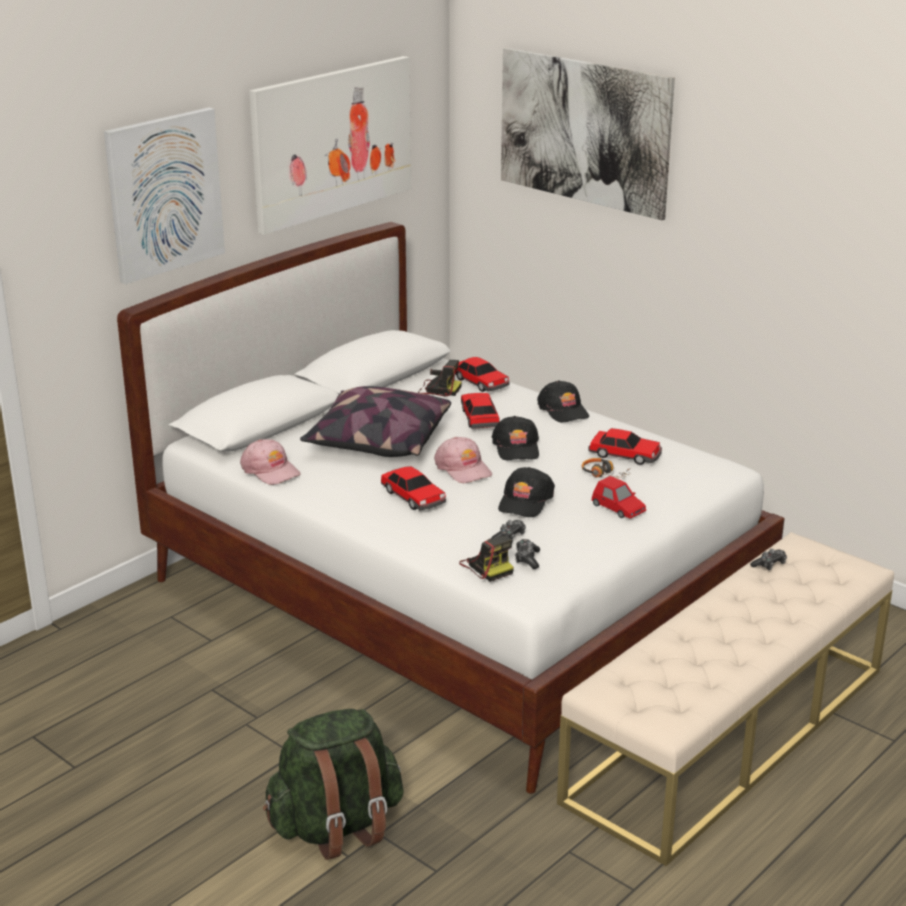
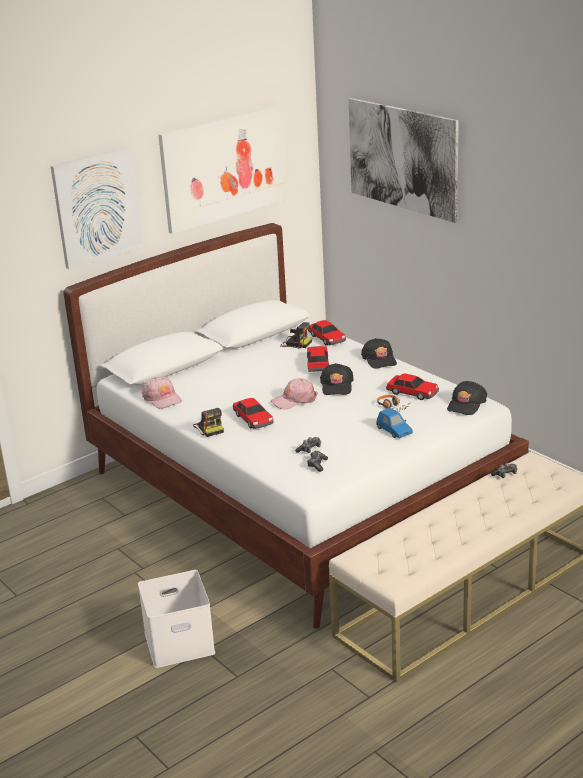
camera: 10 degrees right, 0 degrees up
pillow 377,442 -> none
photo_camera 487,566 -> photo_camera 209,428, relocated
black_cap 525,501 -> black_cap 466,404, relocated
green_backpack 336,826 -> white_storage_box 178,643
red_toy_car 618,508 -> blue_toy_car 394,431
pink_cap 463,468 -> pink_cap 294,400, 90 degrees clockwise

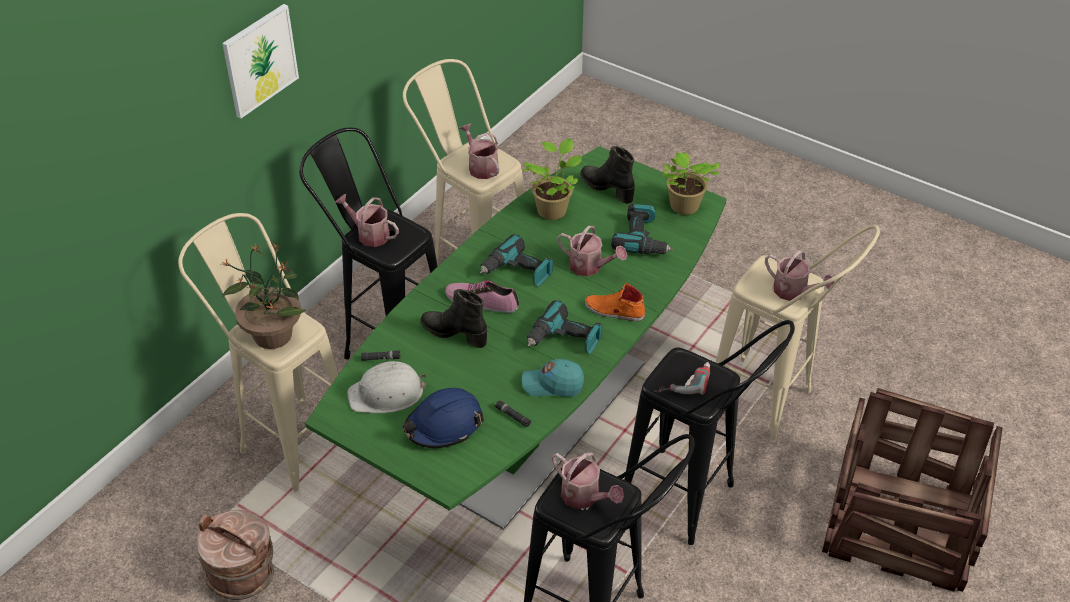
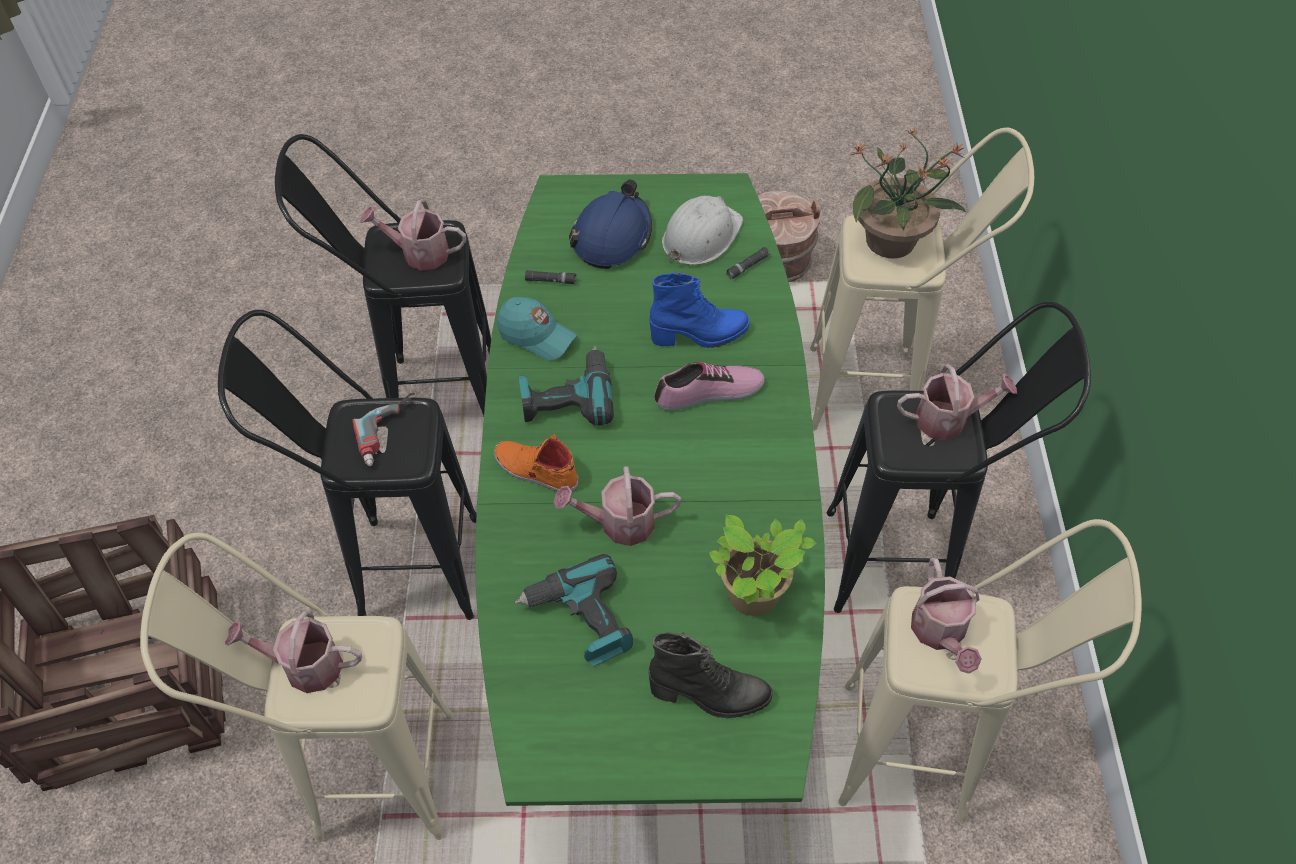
camera: 145 degrees right, 10 degrees up
picture 260,60 -> none
power_drill 517,271 -> none
potted_plant 683,207 -> none
black_boot 454,333 -> blue_boot 699,335
watering_can 481,167 -> watering_can 940,633, 60 degrees clockwise
turquoise_cap 552,384 -> turquoise_cap 536,336, 60 degrees clockwise
orange_shoe 614,311 -> orange_shoe 535,471, 135 degrees counterclockwise

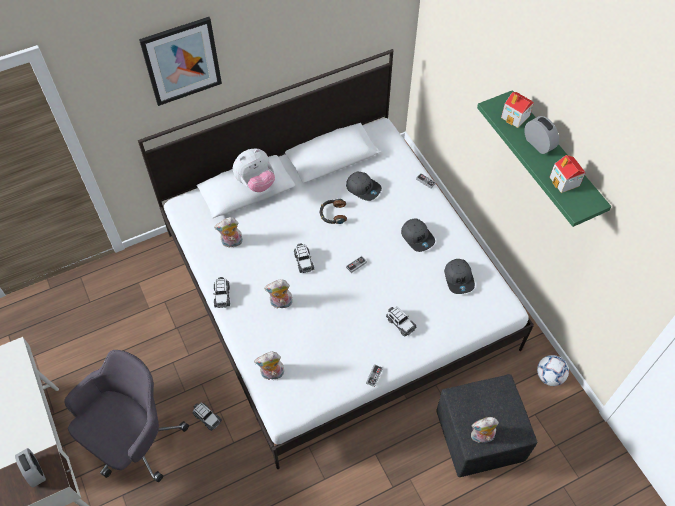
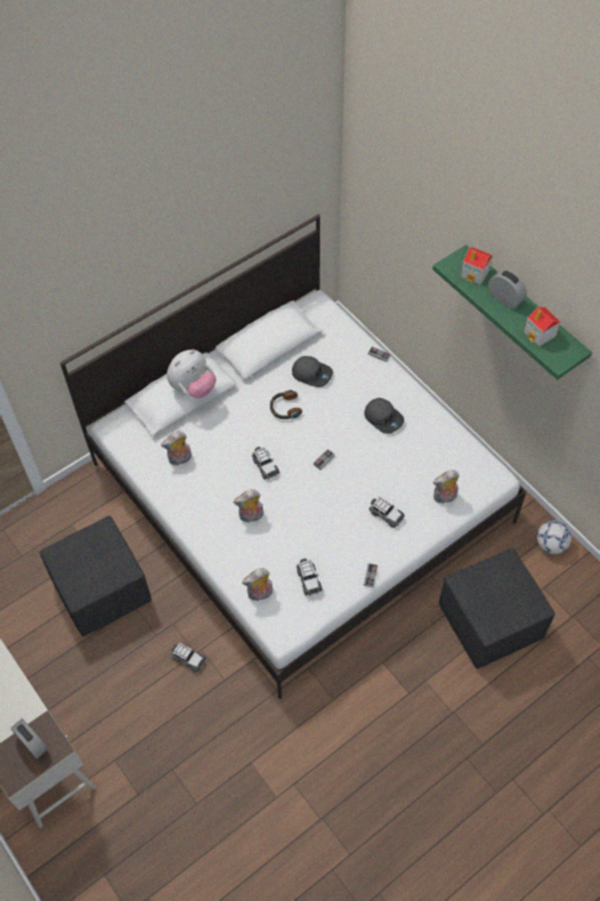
camera: 10 degrees left, 0 degrees up
grey_office_chair 134,440 -> none
picture 182,61 -> none
grey_cap 459,278 -> none
none -> black_ottoman 103,590
toy_car 222,295 -> toy_car 308,580, relocated
plush_toy 481,437 -> plush_toy 444,498, relocated

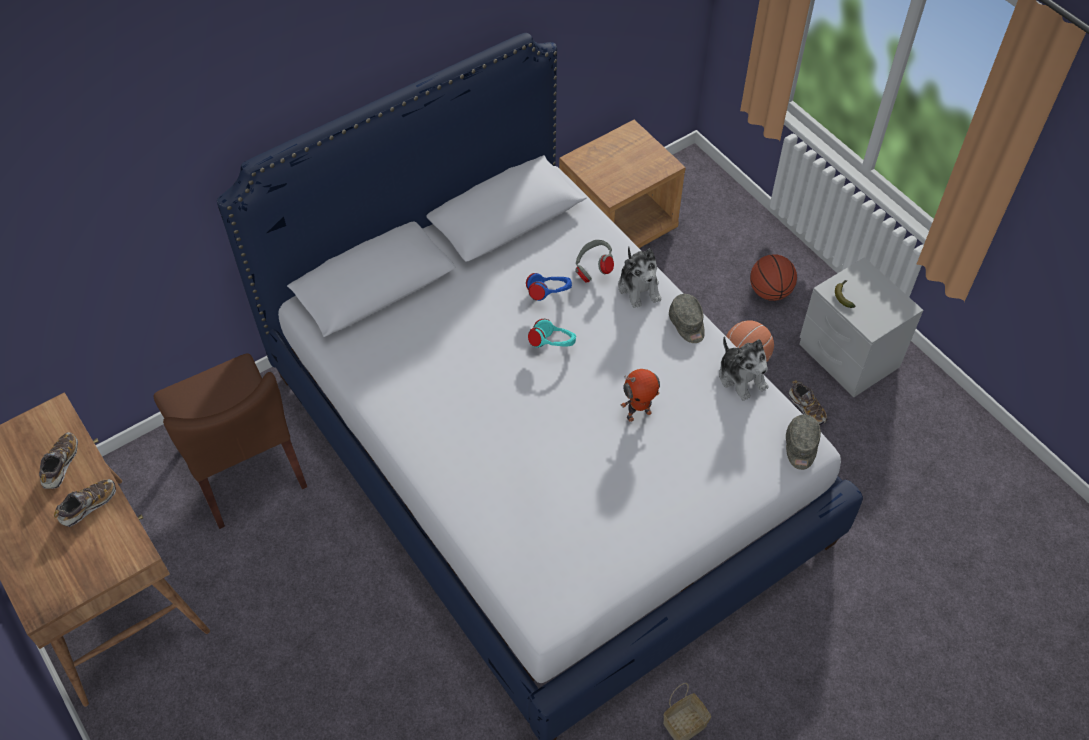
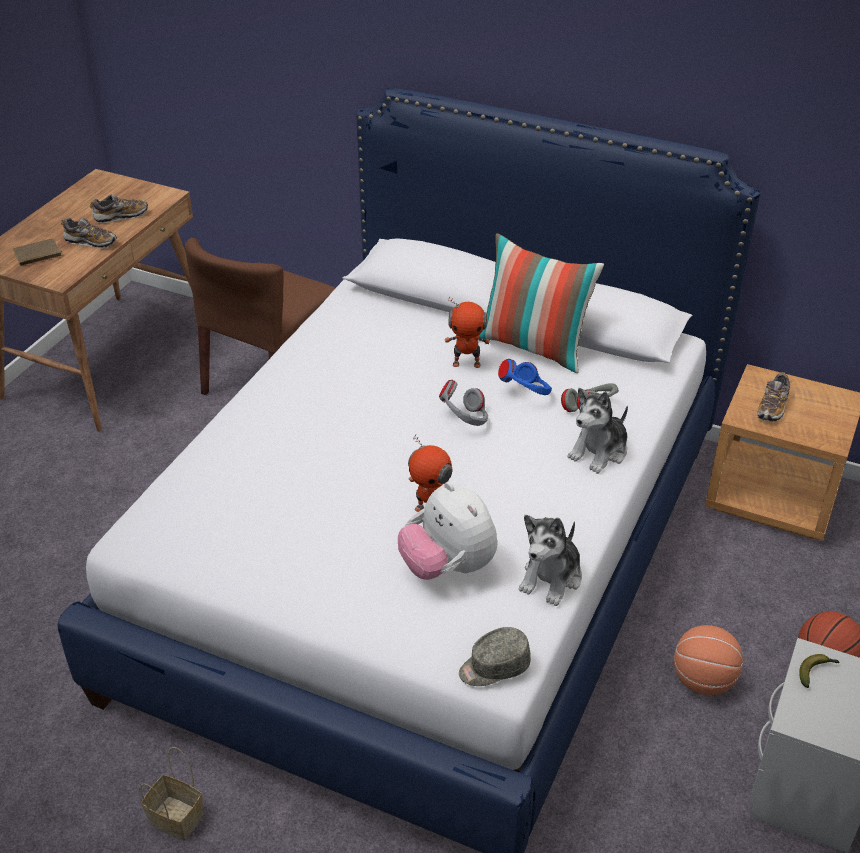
camera: 60 degrees right, 15 degrees down
grey_cap 687,324 -> none
none -> brown_book 38,255
none -> plush_toy 448,567
none -> toy_robot 466,363
none -> pillow 534,347
shoe 807,408 -> shoe 772,408, relocated
turquoise_headphones 553,345 -> grey_headphones 465,420

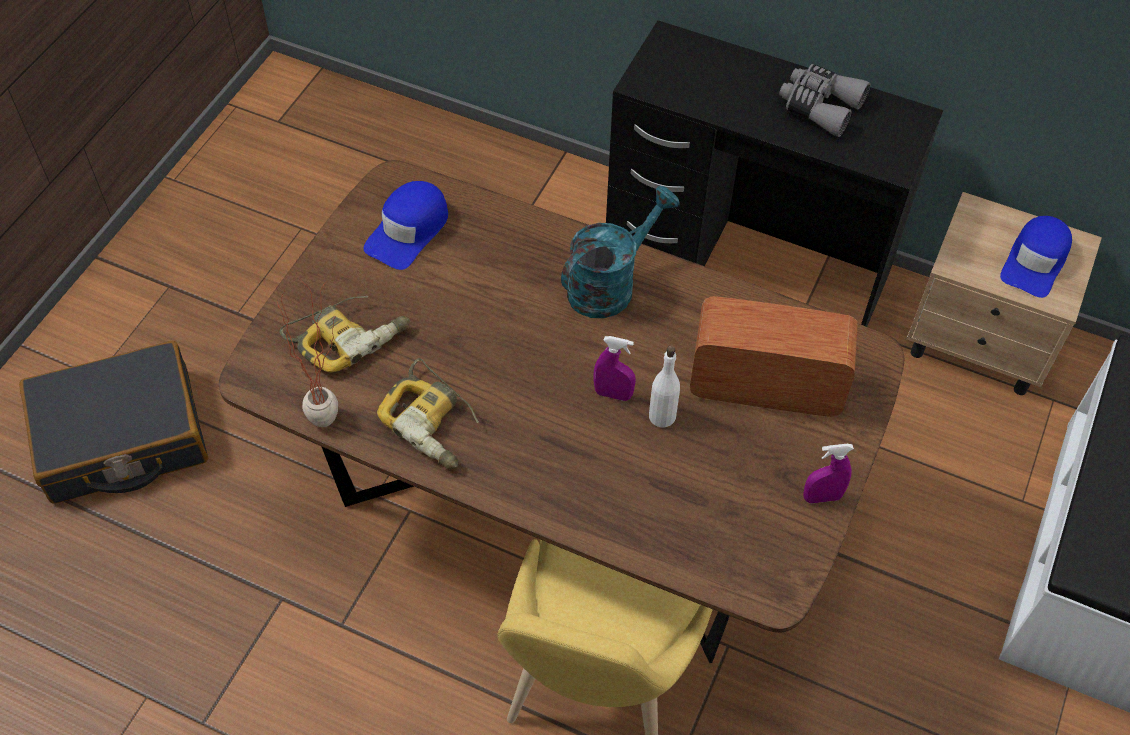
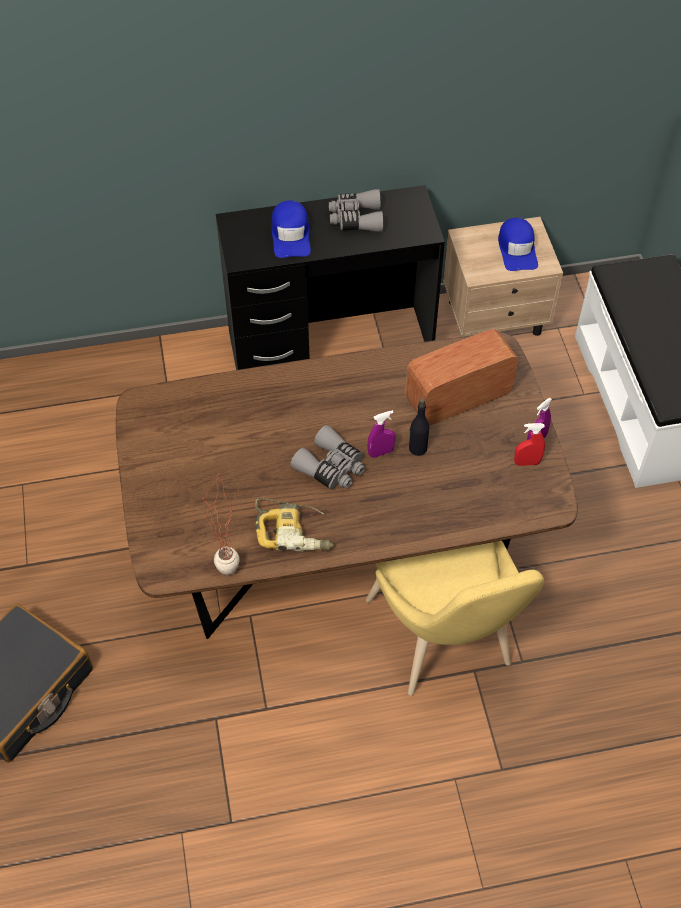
camera: 35 degrees left, 0 degrees up
power_drill 348,337 -> none
turquoise_watering_can 610,284 -> none
none -> grey_binoculars 331,467
none -> red_spray_bottle 527,462
blue_cap 408,231 -> blue_cap 291,235, relocated
white_bottle 662,416 -> black_bottle 417,448

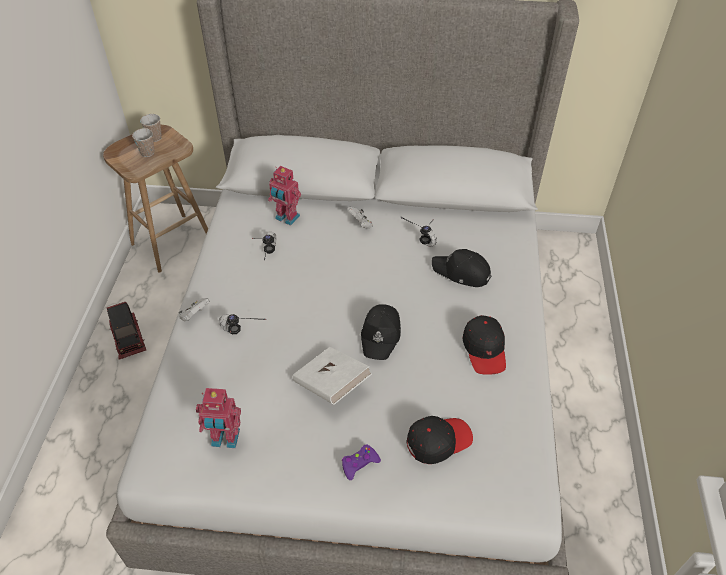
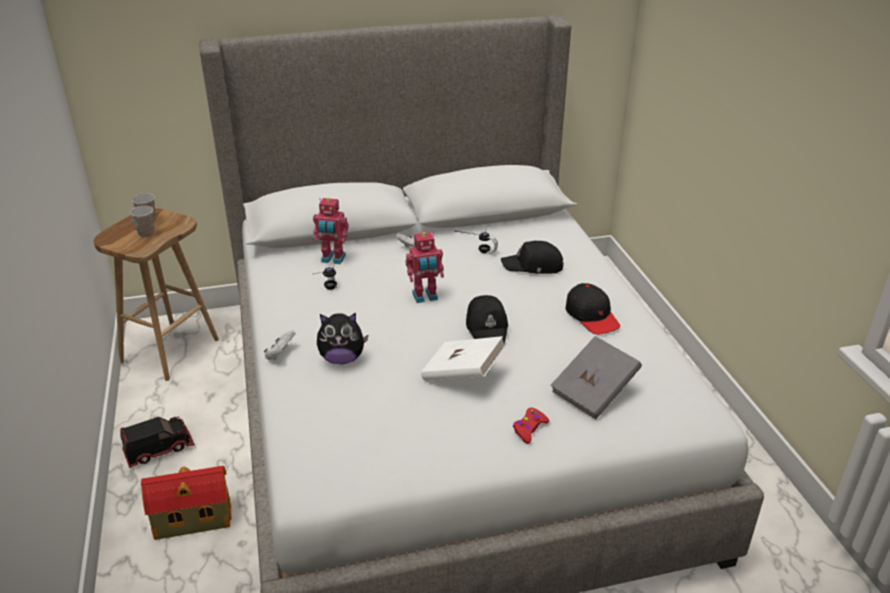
camera: 20 degrees left, 15 degrees down
none -> toy_house 191,520
toy_robot 225,439 -> toy_robot 425,297, relocated
headphones 241,336 -> plush_toy 342,359
black_cap 438,441 -> grey_book 594,392
purple_game_controller 359,464 -> red_game_controller 529,429
toy_truck 128,337 -> toy_truck 159,449, 75 degrees counterclockwise

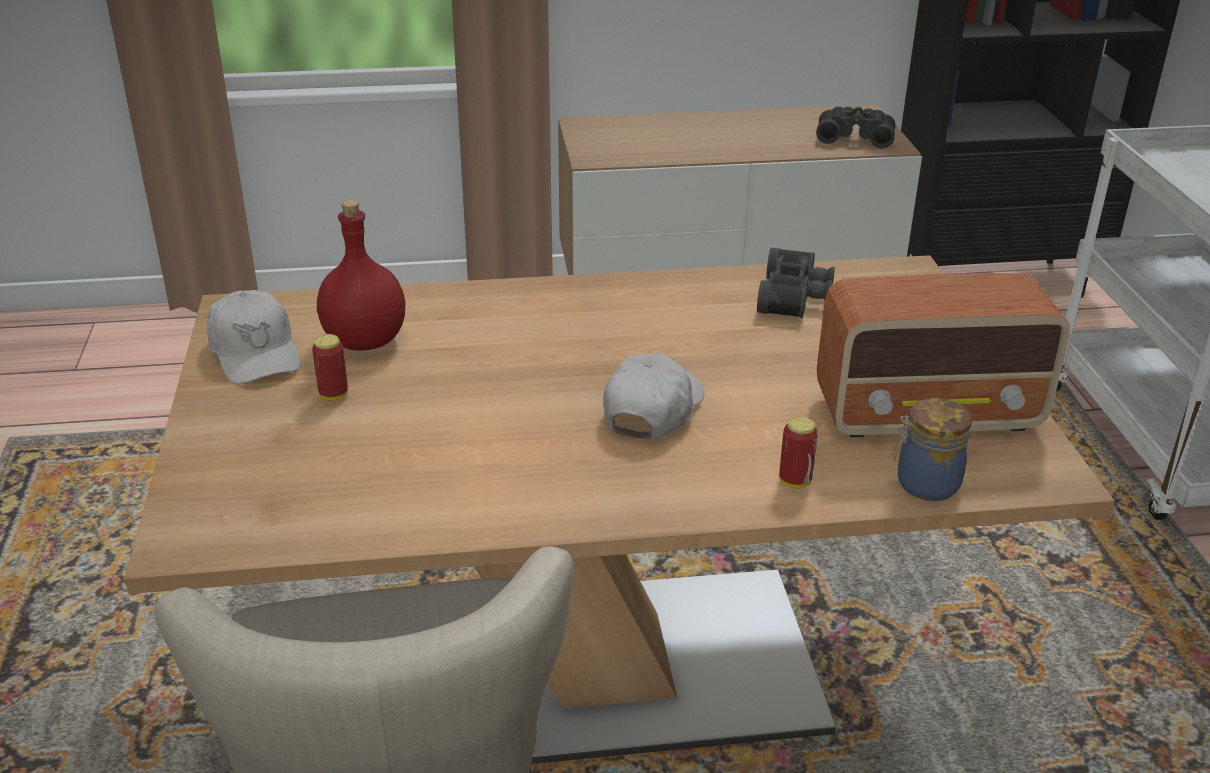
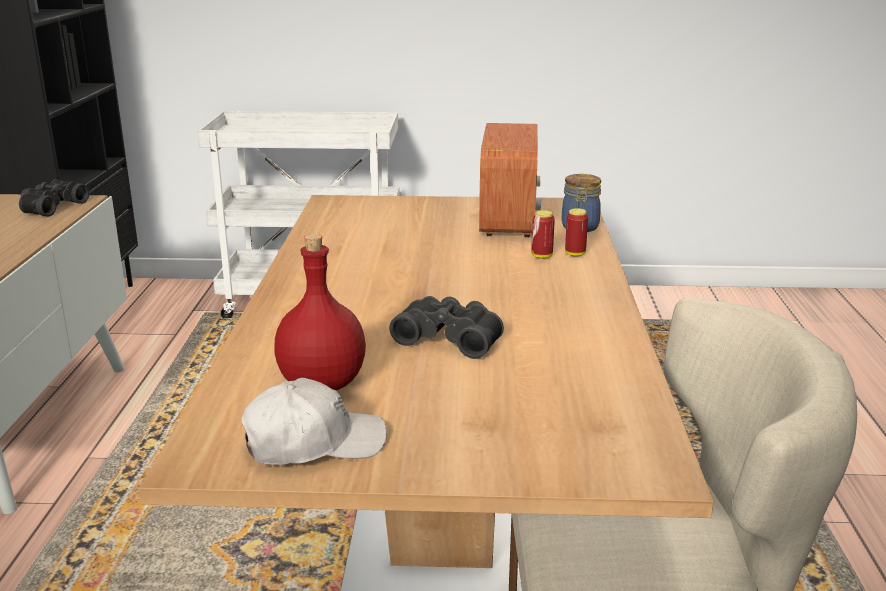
camera: 80 degrees left, 10 degrees down
white_cap 652,410 -> none
can 333,395 -> can 541,256, relocated
black_binoculars 796,297 -> black_binoculars 450,338, relocated

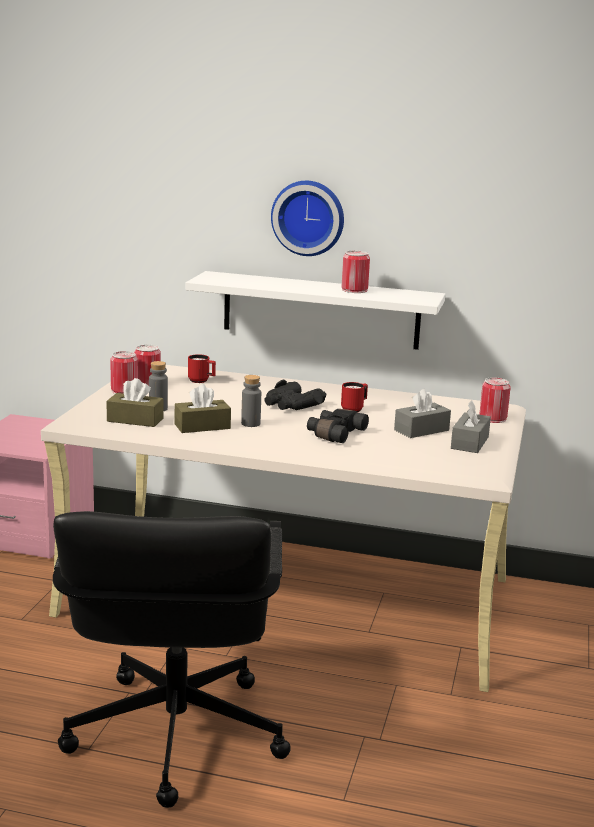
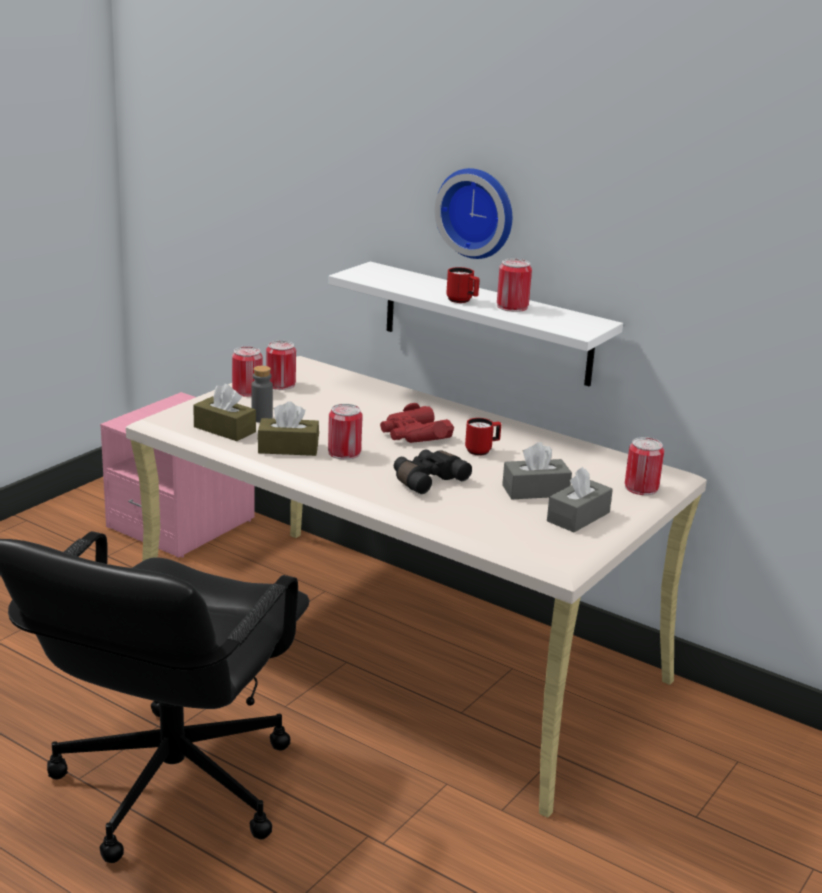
camera: 20 degrees right, 5 degrees up
red_mug 201,381 -> red_mug 462,301, relocated
grey_bottle 250,424 -> can 344,452
black_binoculars 291,405 -> red_binoculars 414,434

